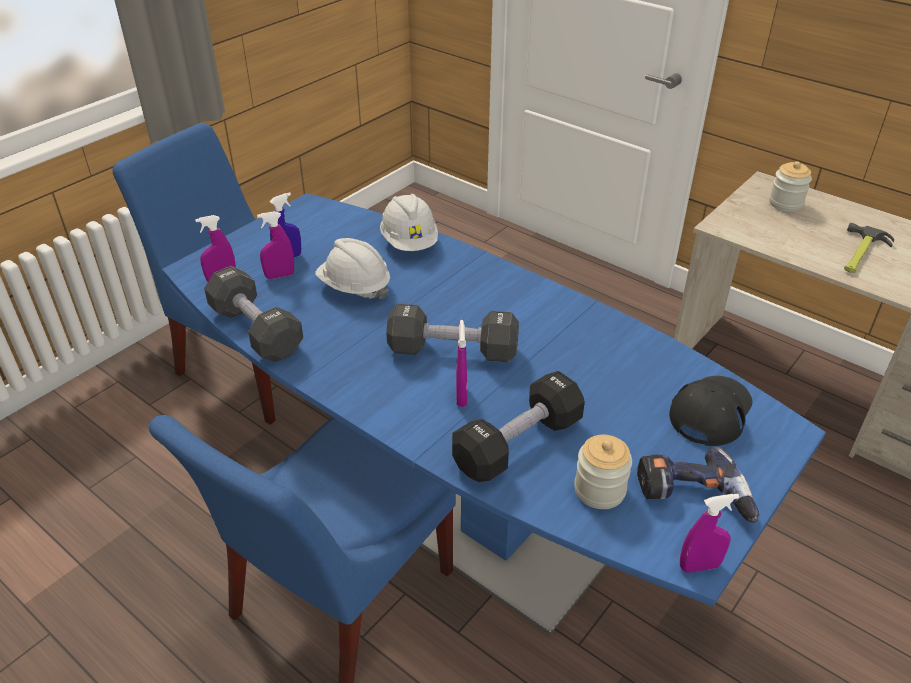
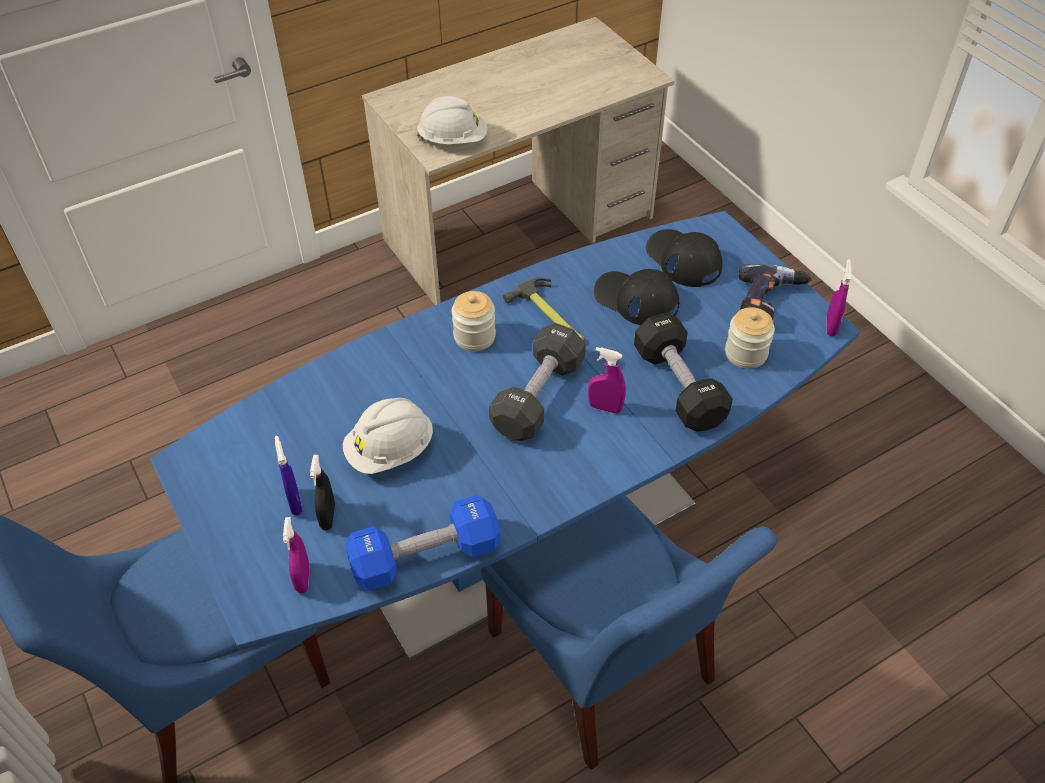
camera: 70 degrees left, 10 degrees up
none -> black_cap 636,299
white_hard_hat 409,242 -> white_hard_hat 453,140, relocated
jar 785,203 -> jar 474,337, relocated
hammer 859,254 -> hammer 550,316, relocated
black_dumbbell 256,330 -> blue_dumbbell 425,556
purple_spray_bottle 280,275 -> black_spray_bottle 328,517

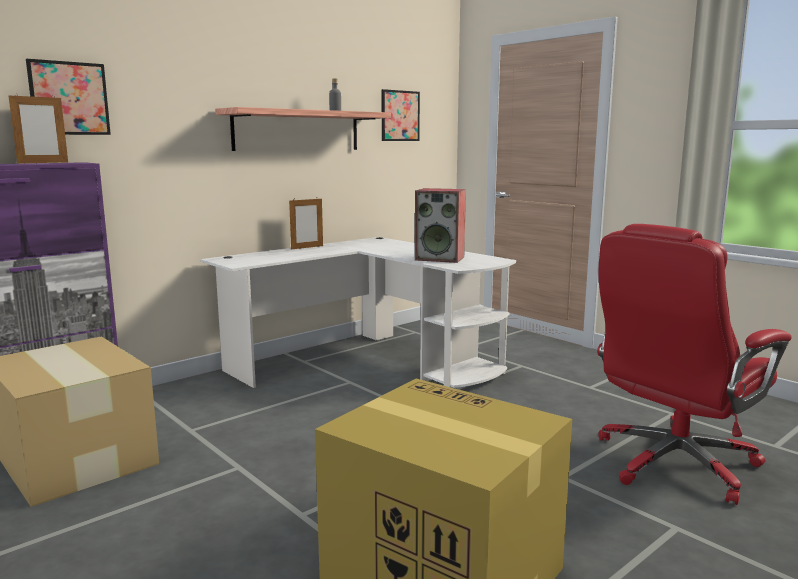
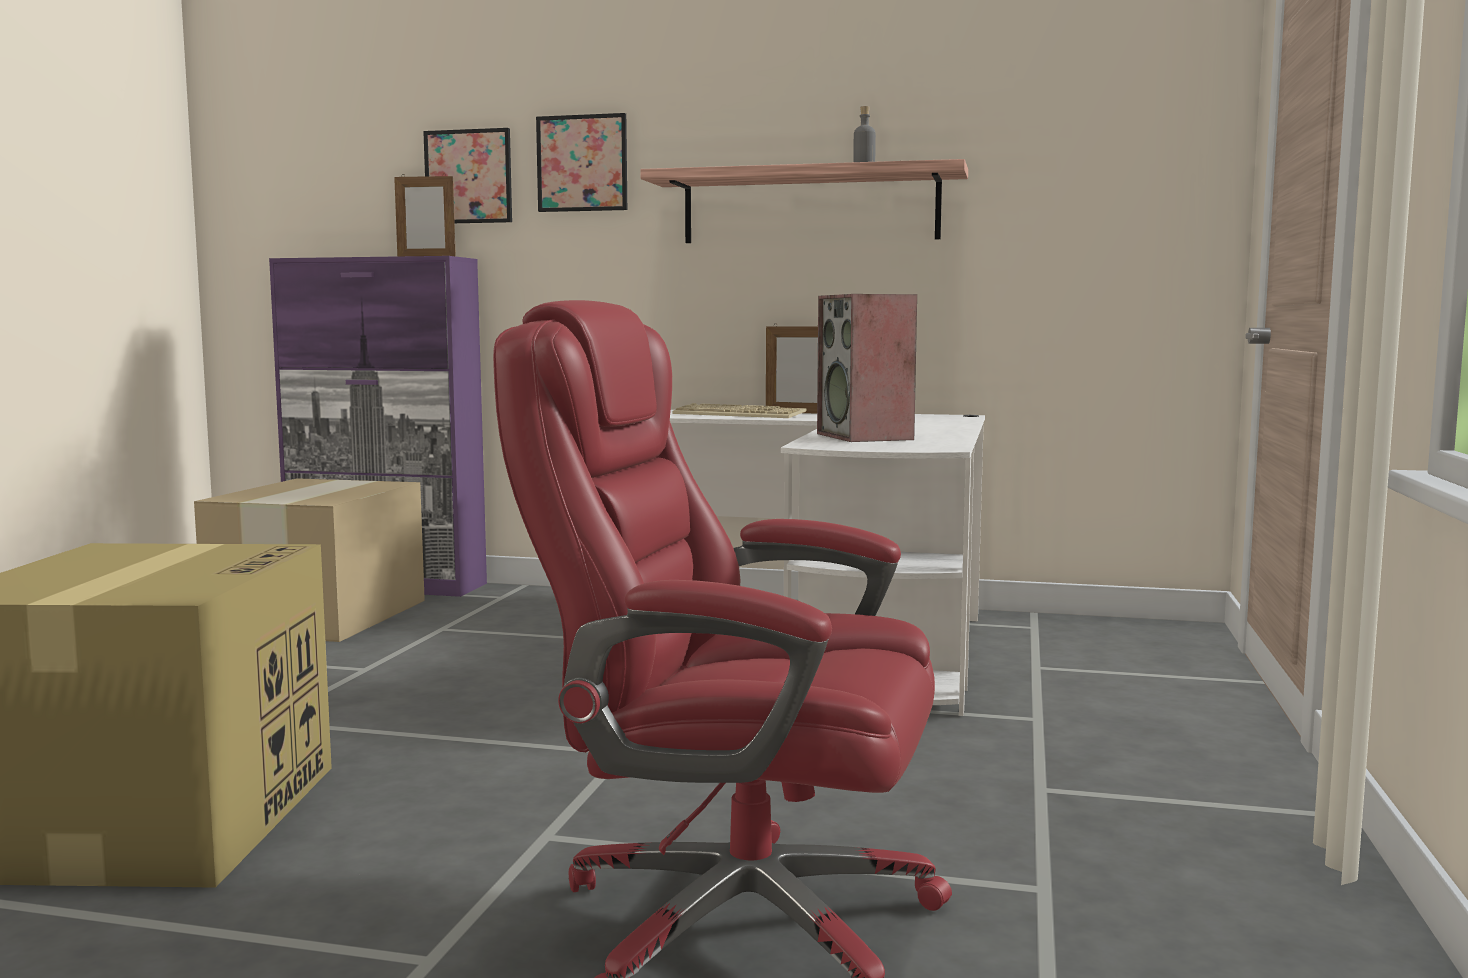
camera: 55 degrees right, 5 degrees down
none -> keyboard 741,414
picture 400,116 -> picture 582,163, relocated

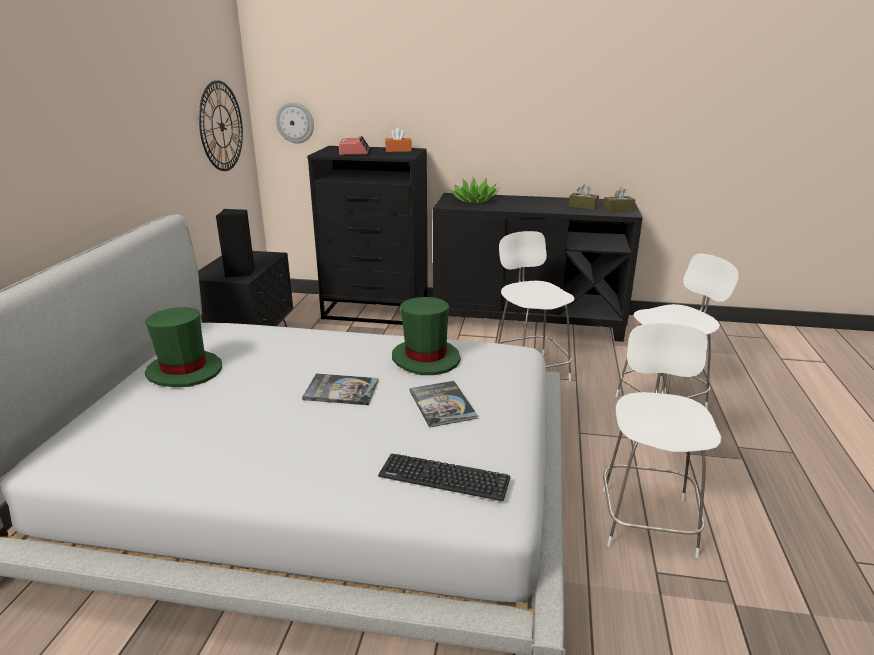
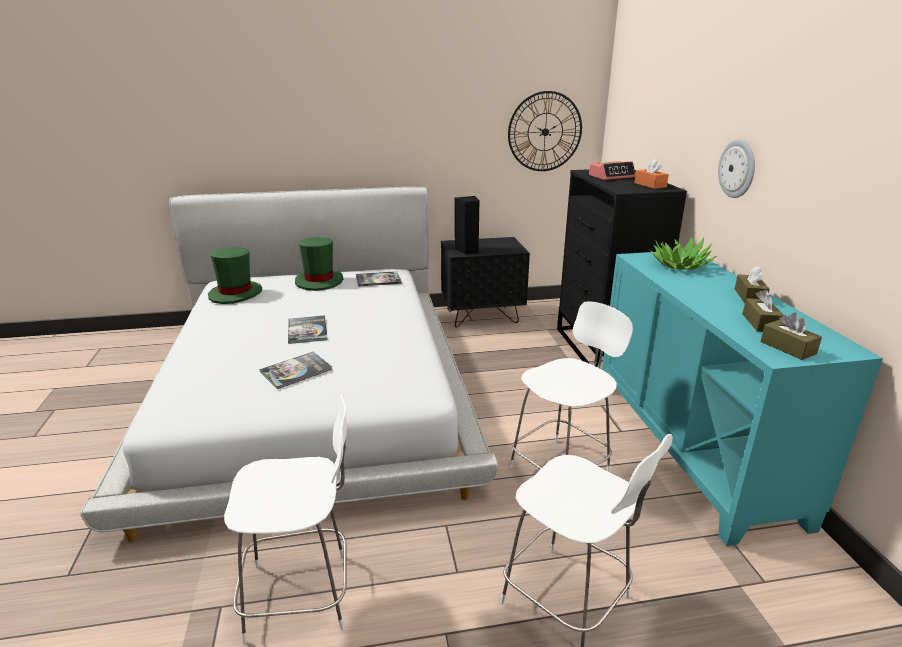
camera: 70 degrees right, 0 degrees up
keyboard 444,477 -> none
none -> book 378,279
none -> brown_tissue_box 749,296
wall_clock 295,122 -> wall_clock 737,168, relocated
green_hat 426,358 -> green_hat 236,294, relocated
black_cabinet 528,321 -> turquoise_cabinet 692,447

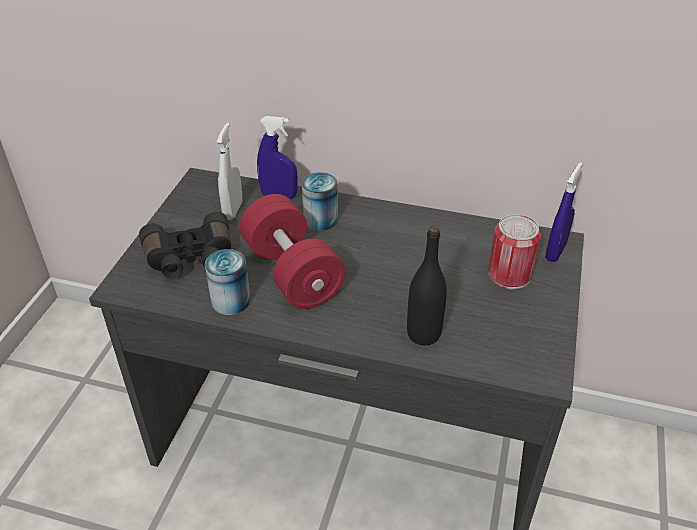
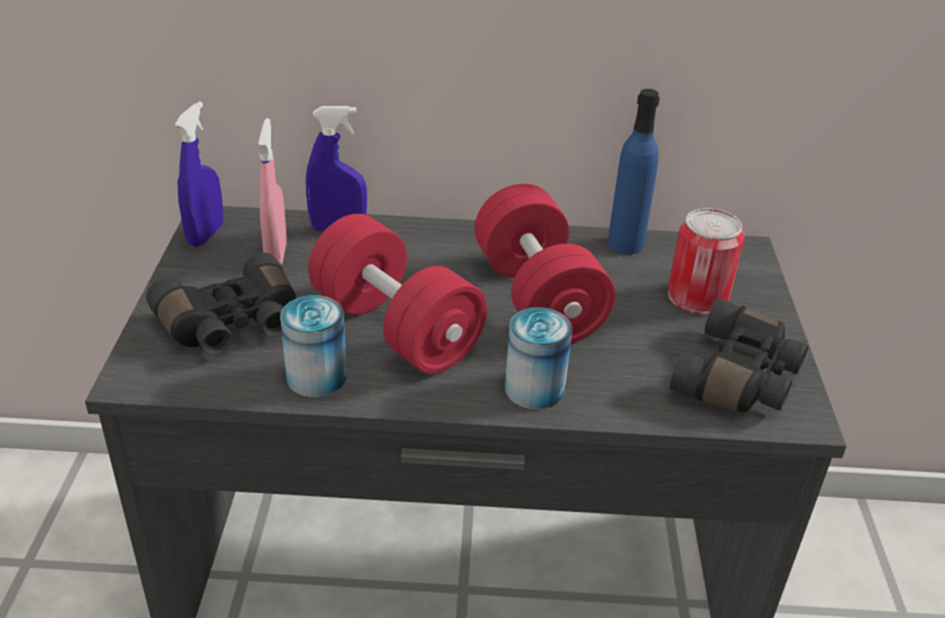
camera: 15 degrees left, 5 degrees down
black_bottle 423,334 -> none
none -> red_dumbbell 537,298
none -> blue_bottle 625,244
none -> black_binoculars 739,379
can 320,220 -> can 534,389, relocated
blue_spray_bottle 555,252 -> blue_spray_bottle 205,235, relocated
white_spray_bottle 233,210 -> pink_spray_bottle 276,254

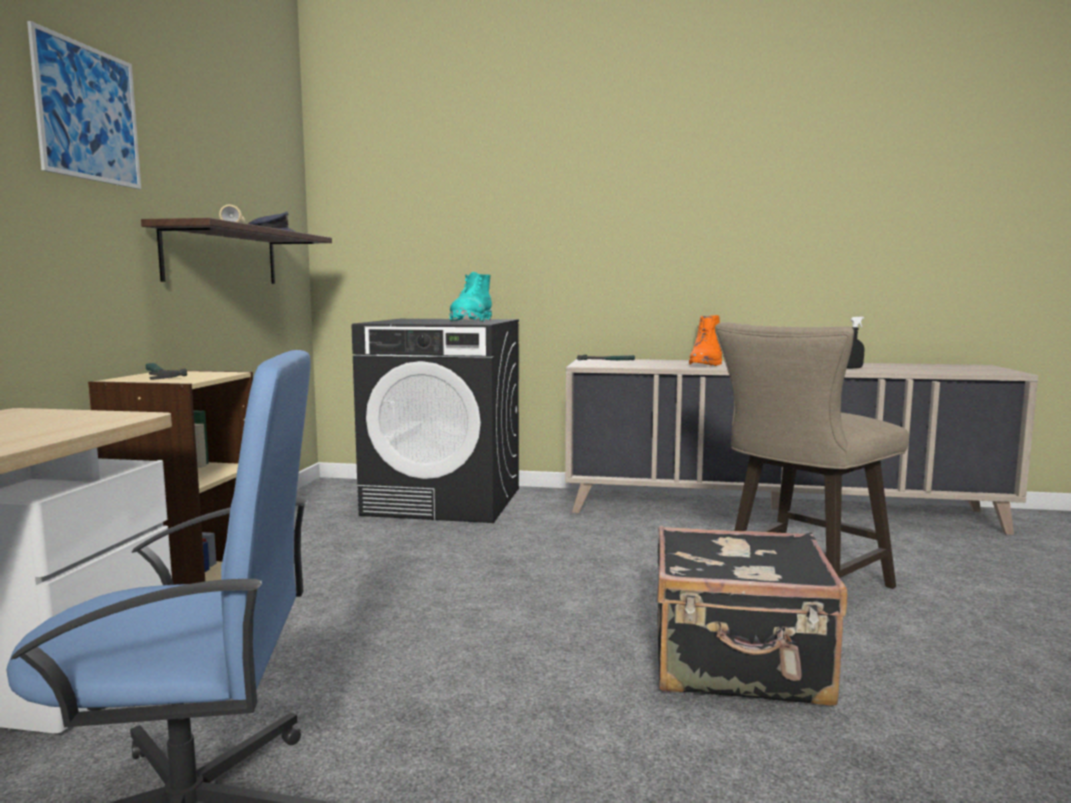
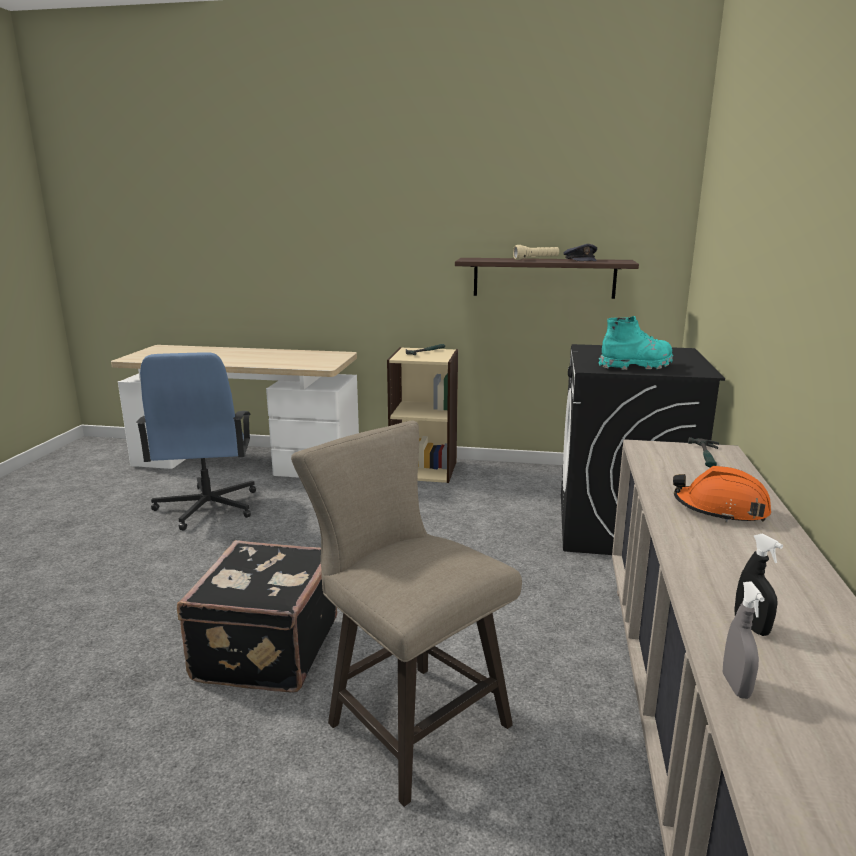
camera: 90 degrees right, 10 degrees up
picture 88,113 -> none
none -> grey_spray_bottle 736,686
orange_boot 707,364 -> orange_hard_hat 720,510
turquoise_boot 471,321 -> turquoise_boot 636,366, 150 degrees clockwise

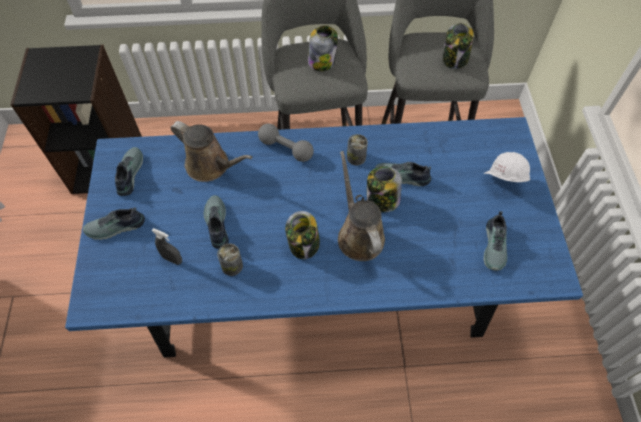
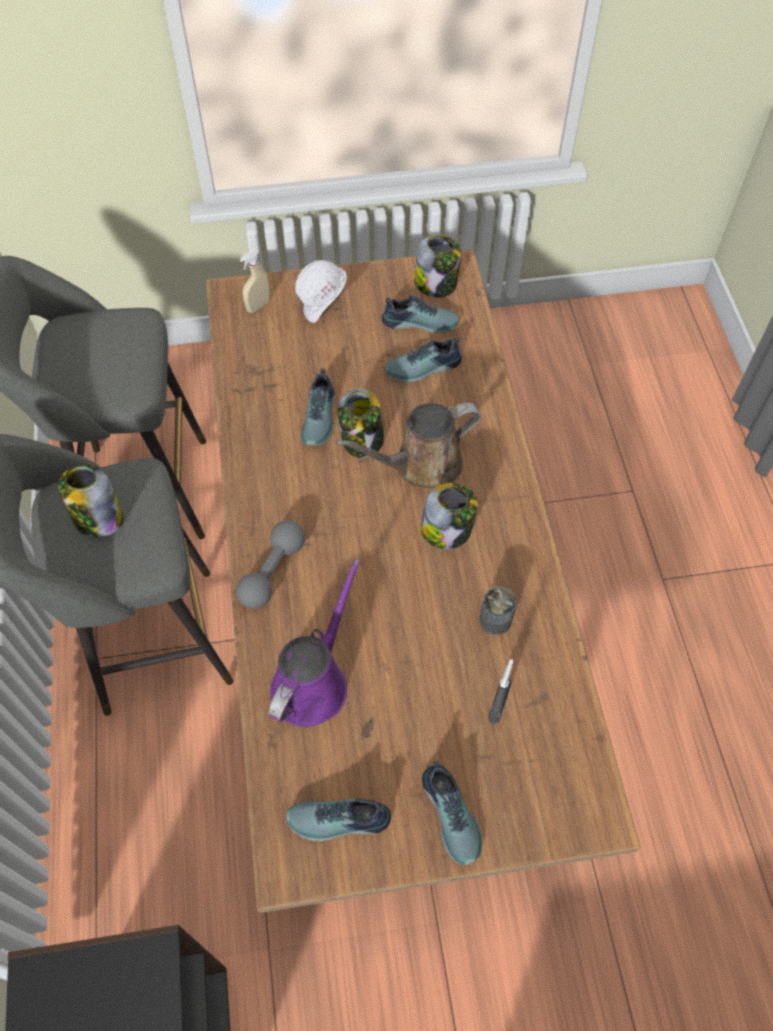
camera: 95 degrees left, 0 degrees up
can 356,157 -> none
none -> beige_spray_bottle 258,306
shoe 215,224 -> shoe 423,369, relocated
jar 455,59 -> jar 436,284, relocated
blue_dining_table 320,278 -> brown_dining_table 387,618
brown_watering_can 211,166 -> purple_watering_can 313,682

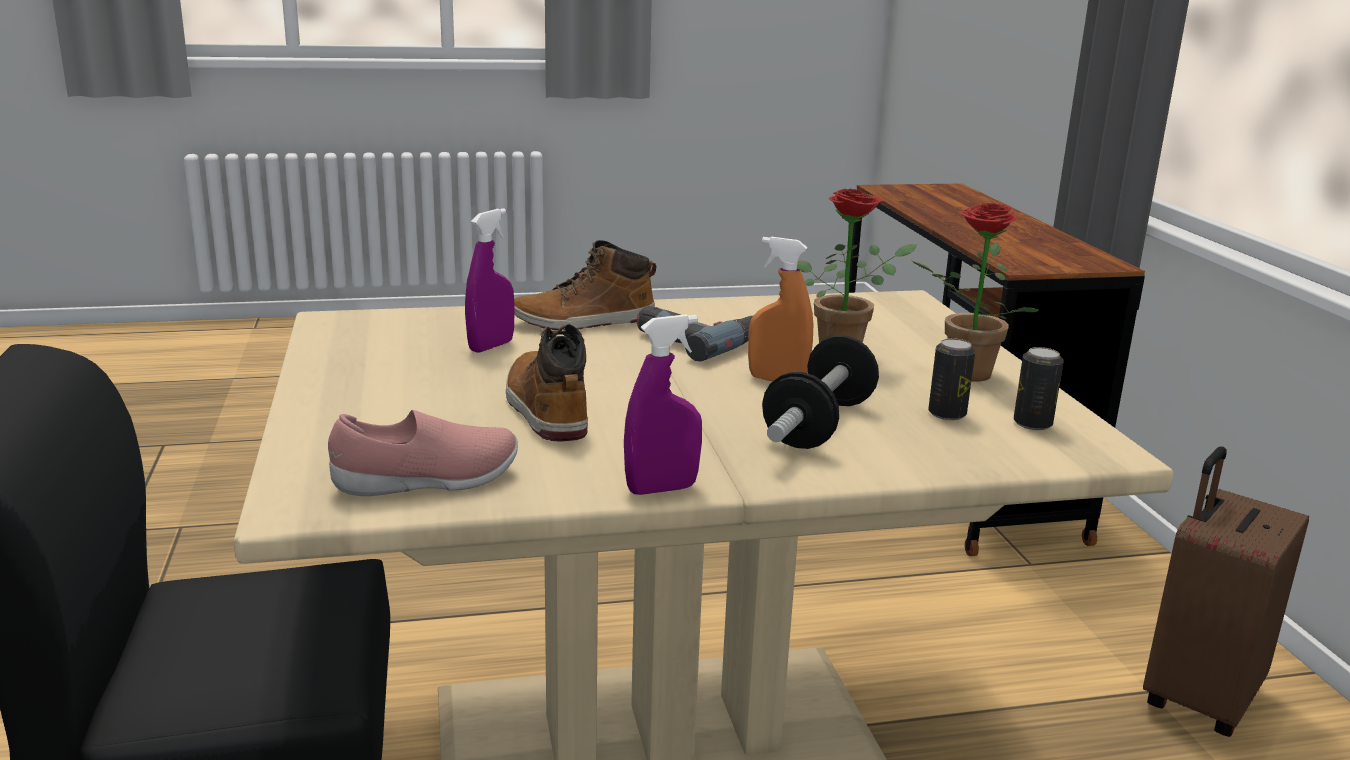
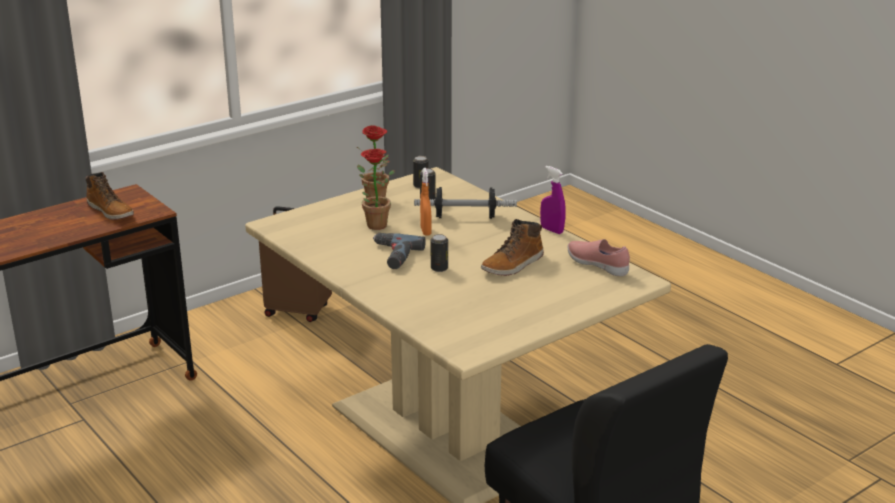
camera: 115 degrees left, 5 degrees up
purple_spray_bottle 491,346 -> none
none -> can 439,268
boot 584,321 -> boot 111,211, relocated

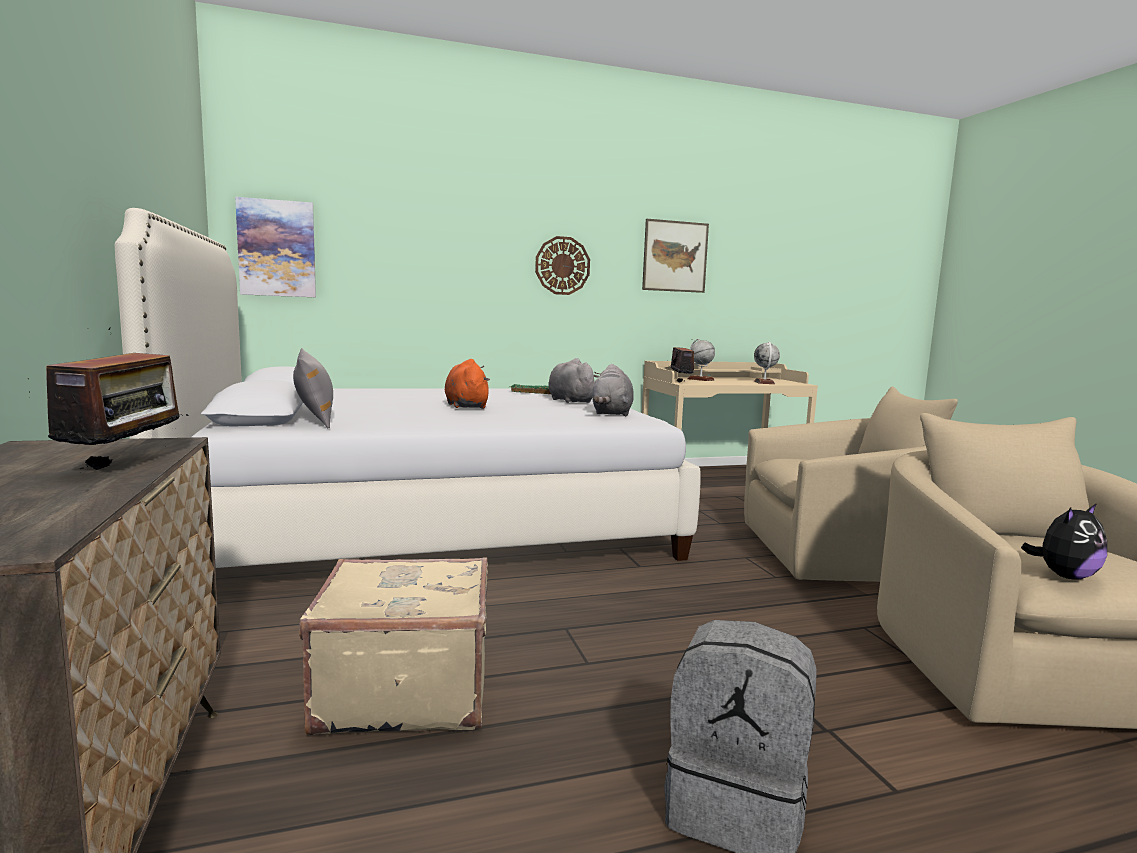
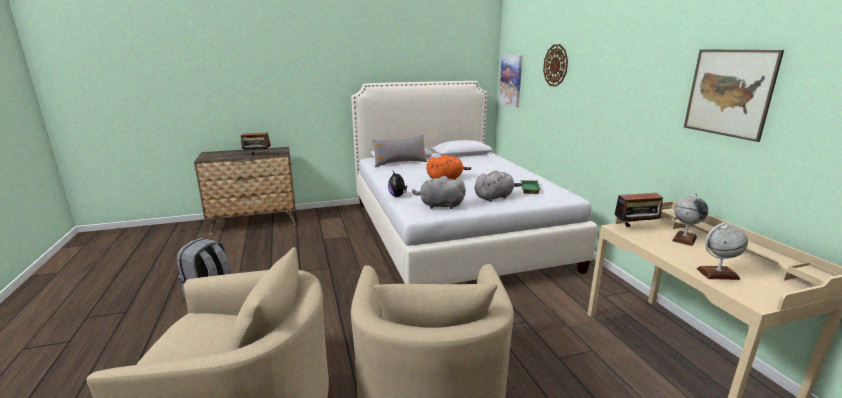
camera: 90 degrees right, 10 degrees up
beige_suitcase 404,689 -> none
wall_clock 562,265 -> wall_clock 555,65, relocated
plush_toy 1064,576 -> plush_toy 398,196, relocated

